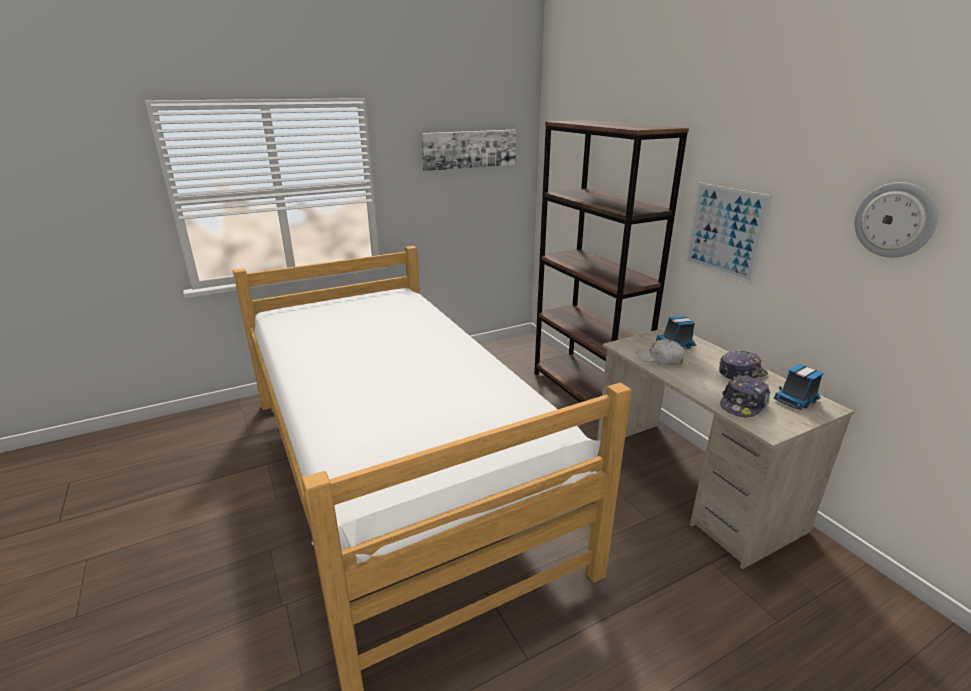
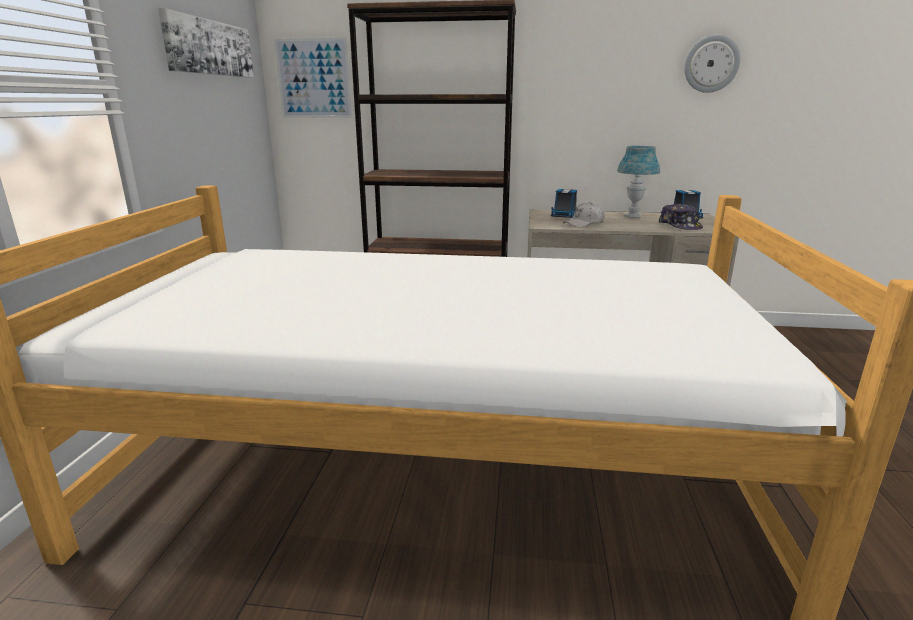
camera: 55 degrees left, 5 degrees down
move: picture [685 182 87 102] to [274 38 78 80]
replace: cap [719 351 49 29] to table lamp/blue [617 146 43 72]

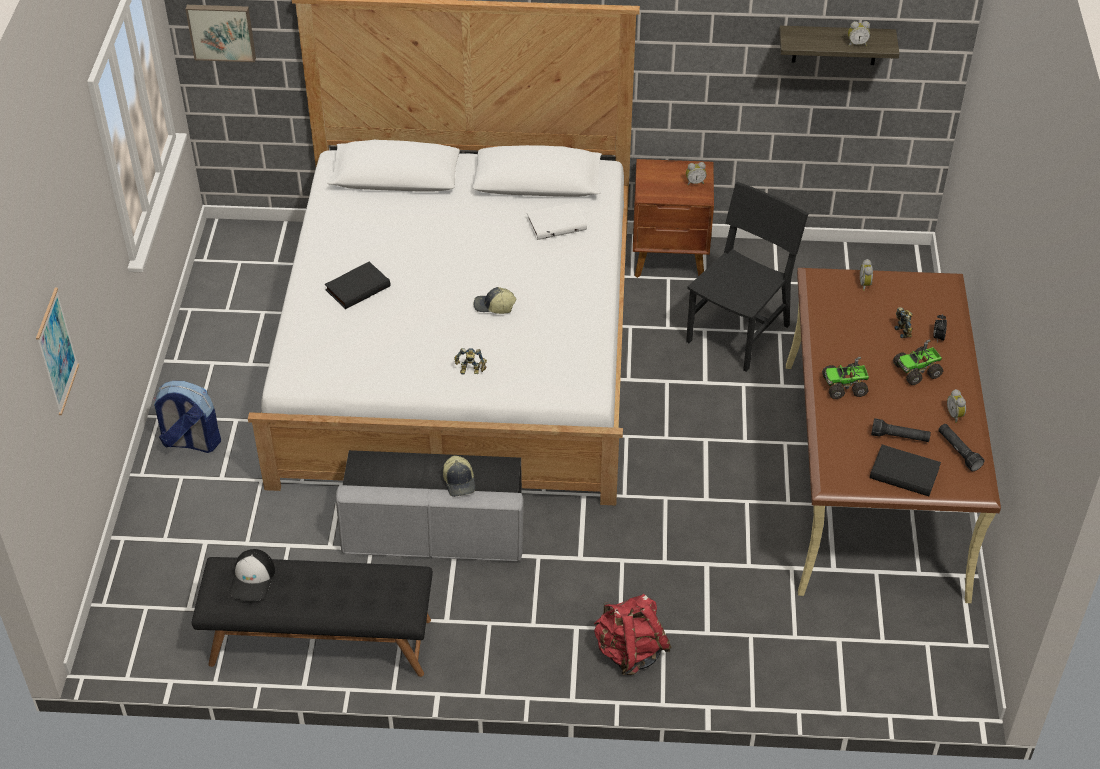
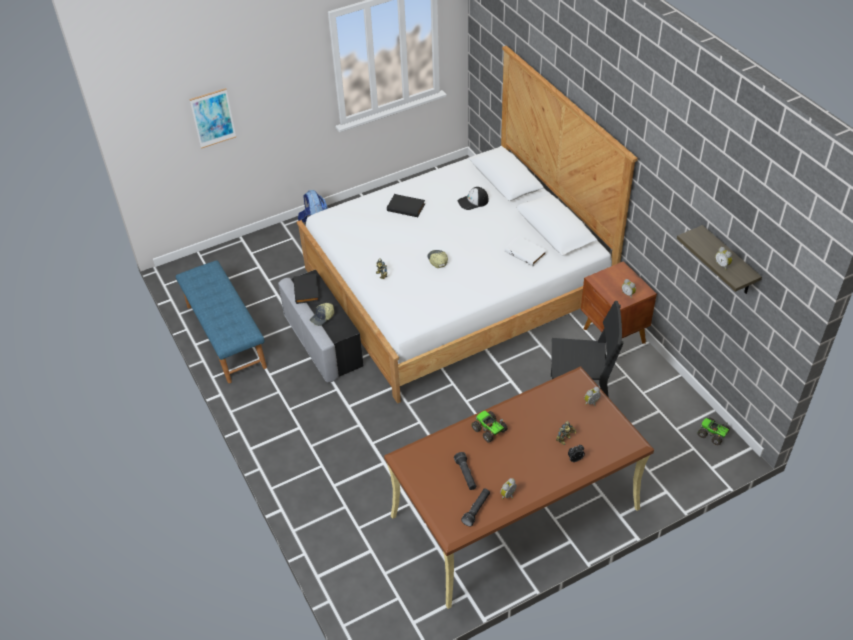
camera: 60 degrees right, 0 degrees up
delete: picture [186 5 70 57]; backpack/red [594 594 77 81]
move: toy truck [893 339 50 46] to [697 417 33 28]; book/black [870 444 71 52] to [293 274 26 30]; cap [229 549 46 52] to [458 187 31 23]
recolor: bench/black [192 557 241 120] to bench/blue [175 260 92 123]

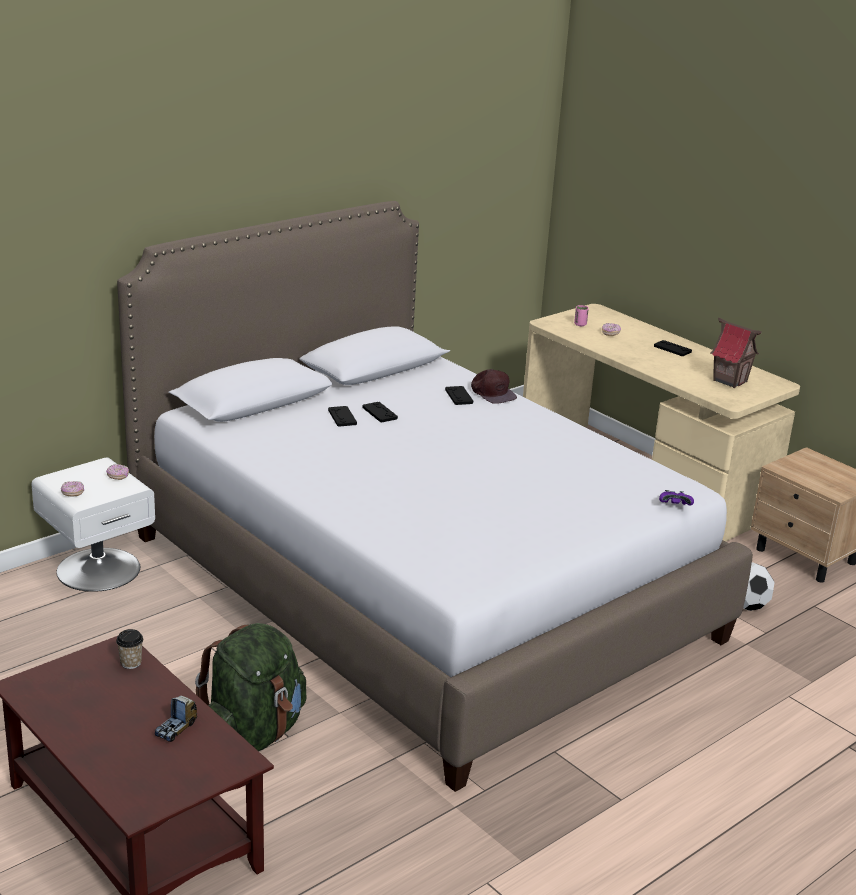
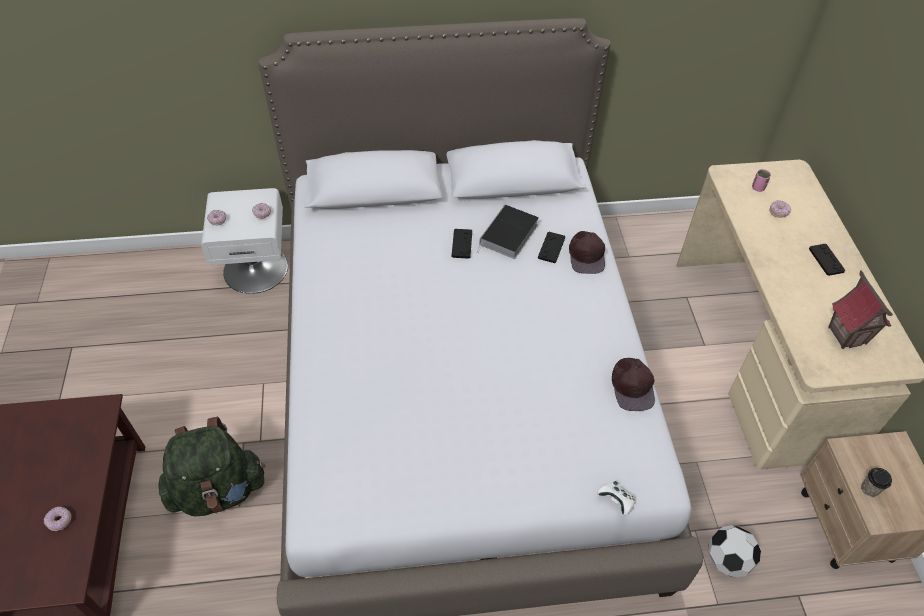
camera: 35 degrees right, 25 degrees up
delete: game controller/black [328 406 29 21]
insert: book [477 204 62 55]; cap/brown [612 358 43 53]
move: cup [116 629 27 40] to [861 468 31 29]
replace: toy truck [155 695 42 47] to donut [44 506 27 25]
recolor: game controller/purple [659 490 35 15] to game controller/white [597 481 38 35]

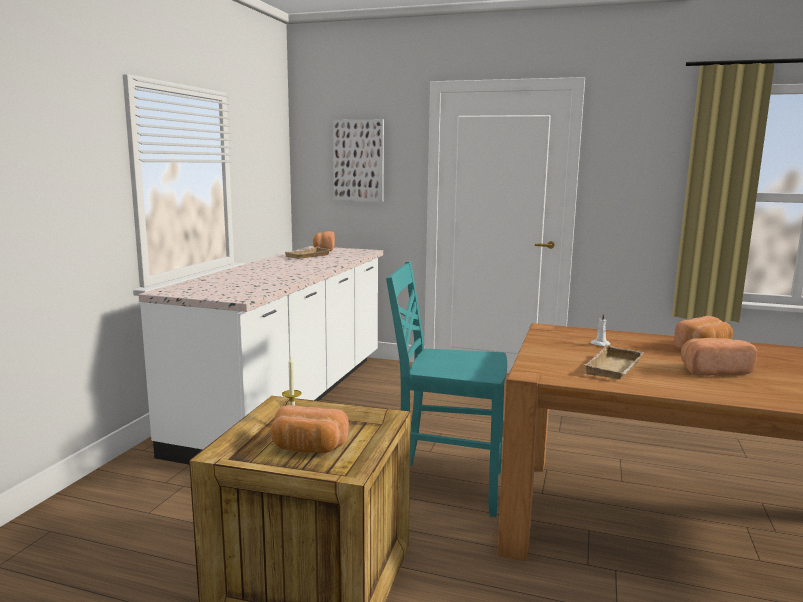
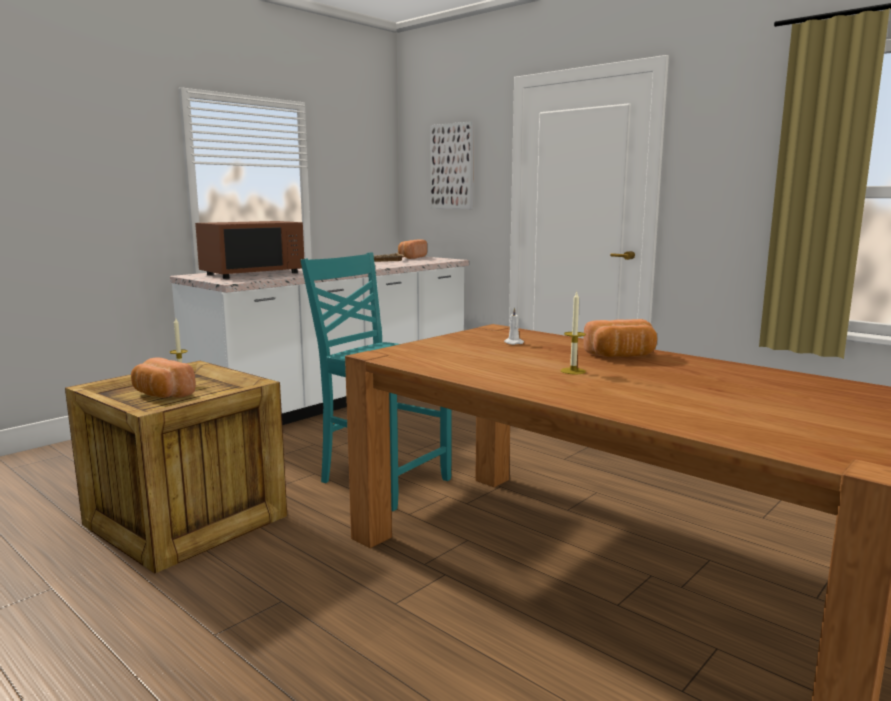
camera: 25 degrees right, 0 degrees up
delete: tray/beige [584 345 60 34]
insert: microwave/brown [195 221 109 58]
replace: bread [681 338 76 38] to candle [561 291 25 84]

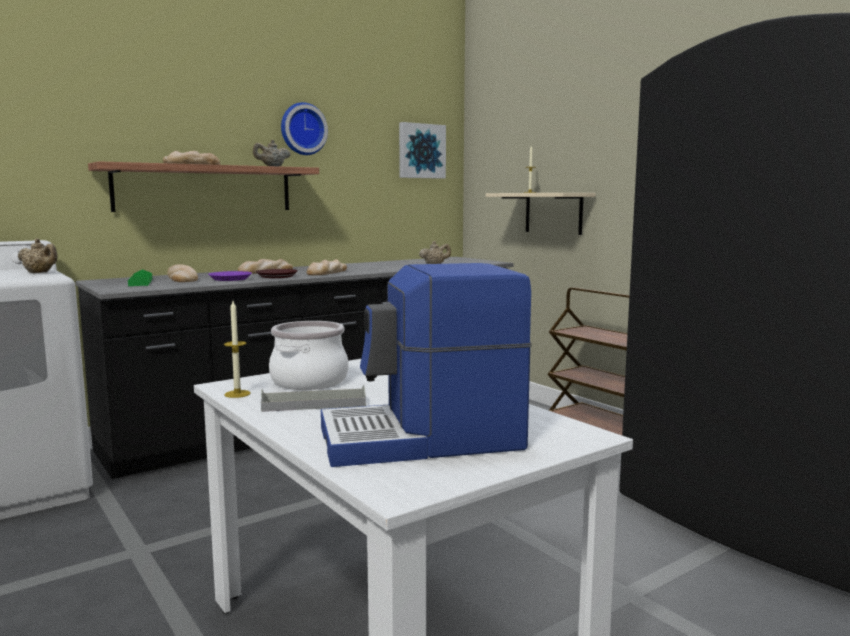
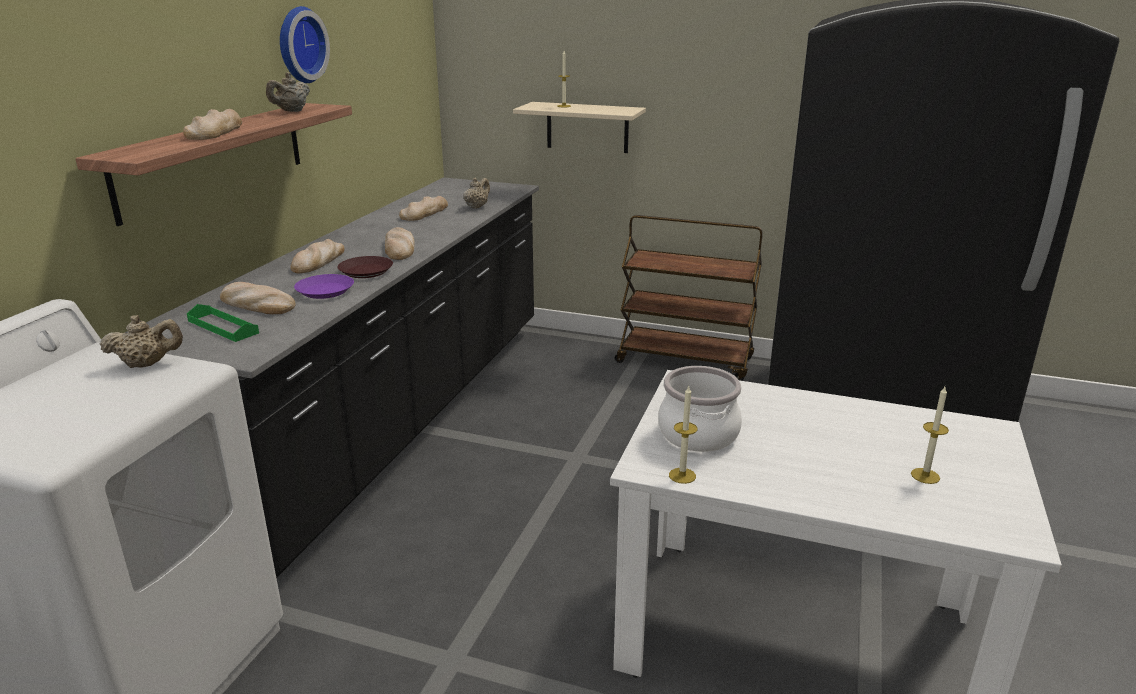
camera: 35 degrees left, 15 degrees up
delete: picture [399 122 47 57]; tray/grey [261 385 105 27]
insert: bread [399 196 49 25]
replace: coffee machine [321 263 211 204] to candle [911 387 38 97]

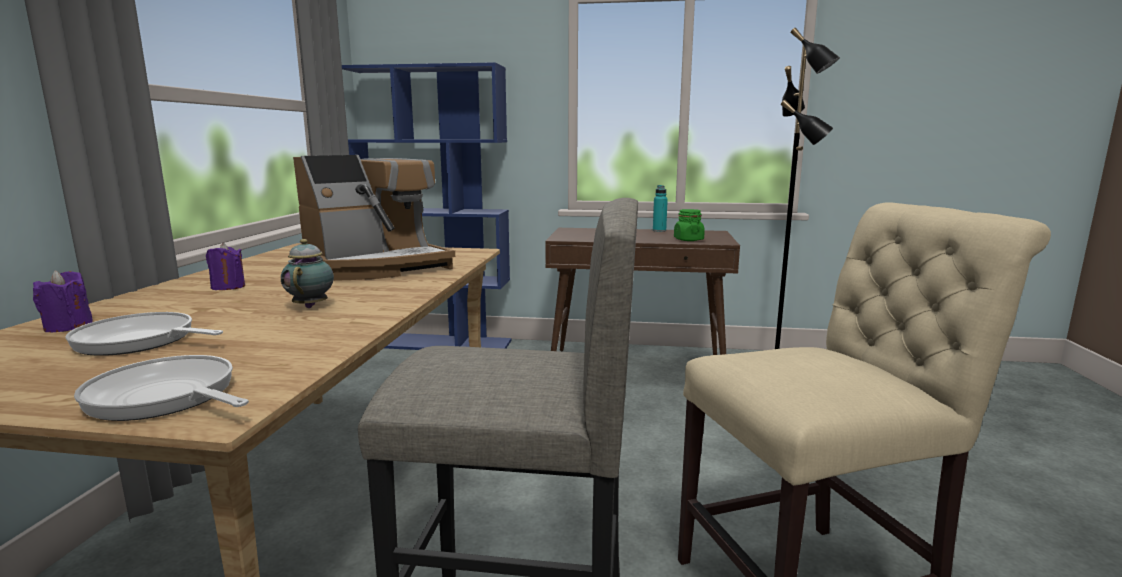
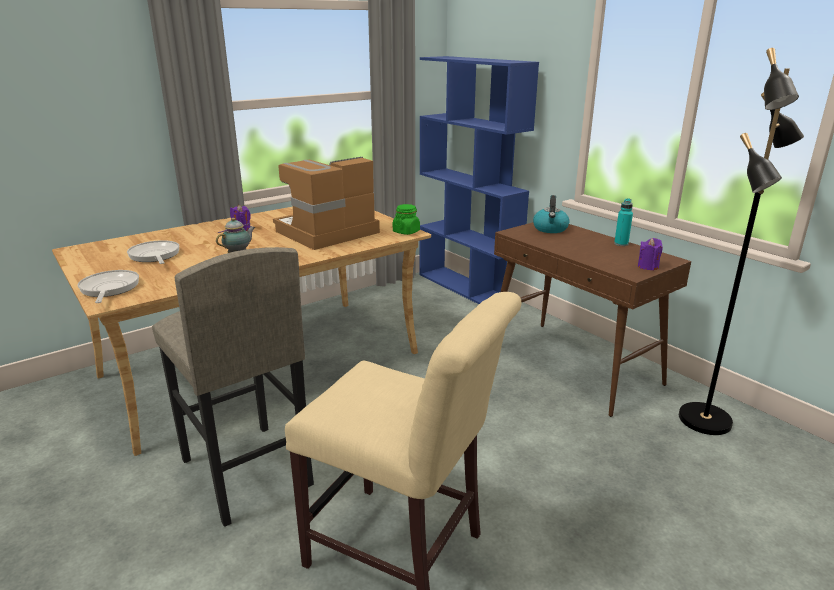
camera: 45 degrees right, 10 degrees up
insert: kettle [533 195 37 38]
move: jar/green [674 209 31 32] to [393 204 27 31]; candle/purple [33 271 60 61] to [638 238 25 32]
rotate: coffee machine [293 155 162 126] = [273 157 107 93] 135 degrees clockwise

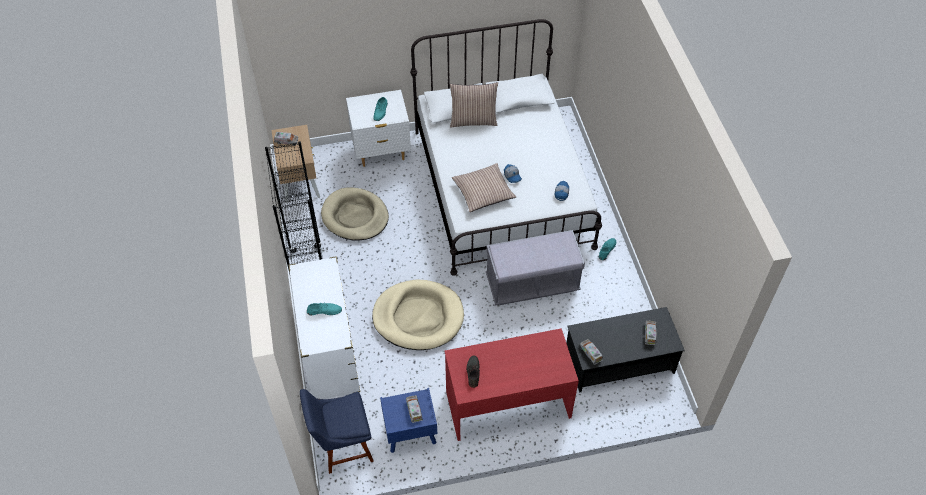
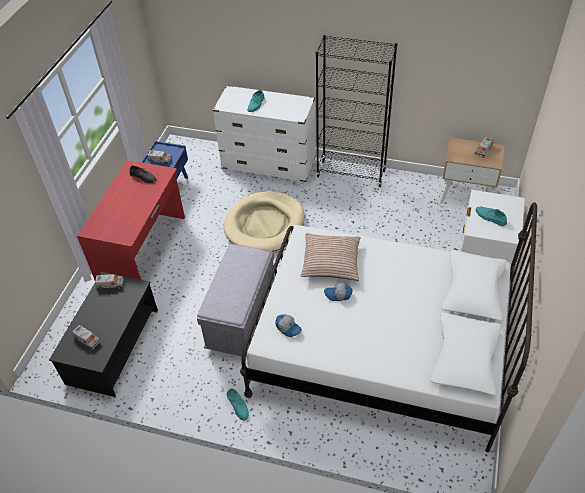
camera: 120 degrees right, 5 degrees down
delete: pillow [450 82 48 45]; dog bed/beige [321 187 68 54]; chair/blue [300 389 74 85]

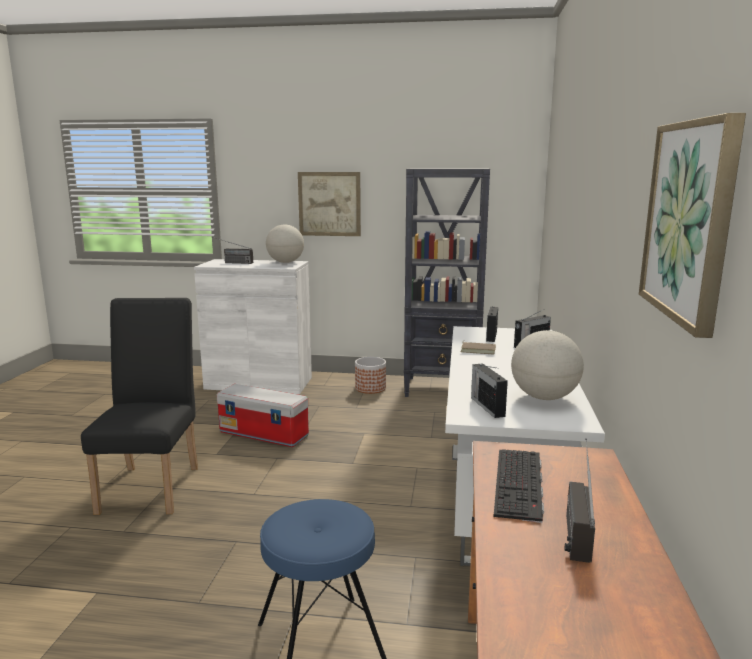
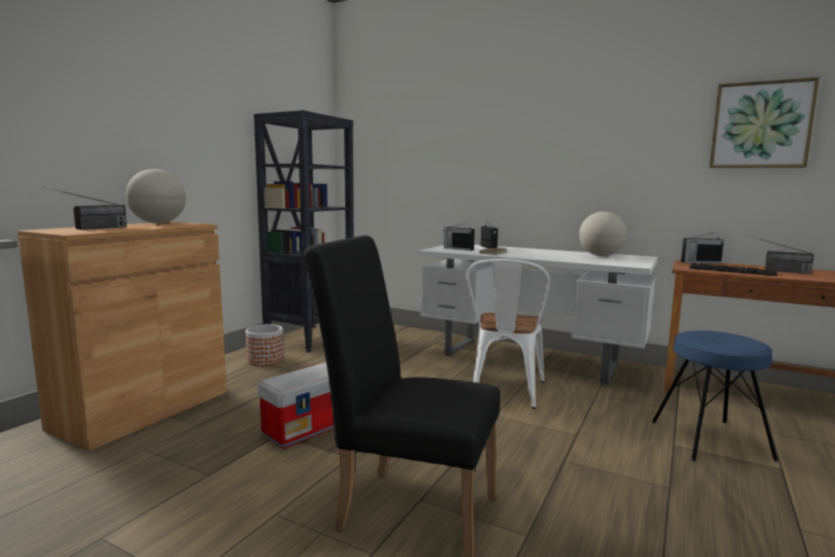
camera: 70 degrees left, 5 degrees down
delete: picture [298 172 63 64]
insert: chair/white [466 259 84 150]
move: radio [471 363 37 55] to [681 232 43 32]
recolor: cabinet/white [194 259 118 136] to cabinet/brown [18 222 209 229]

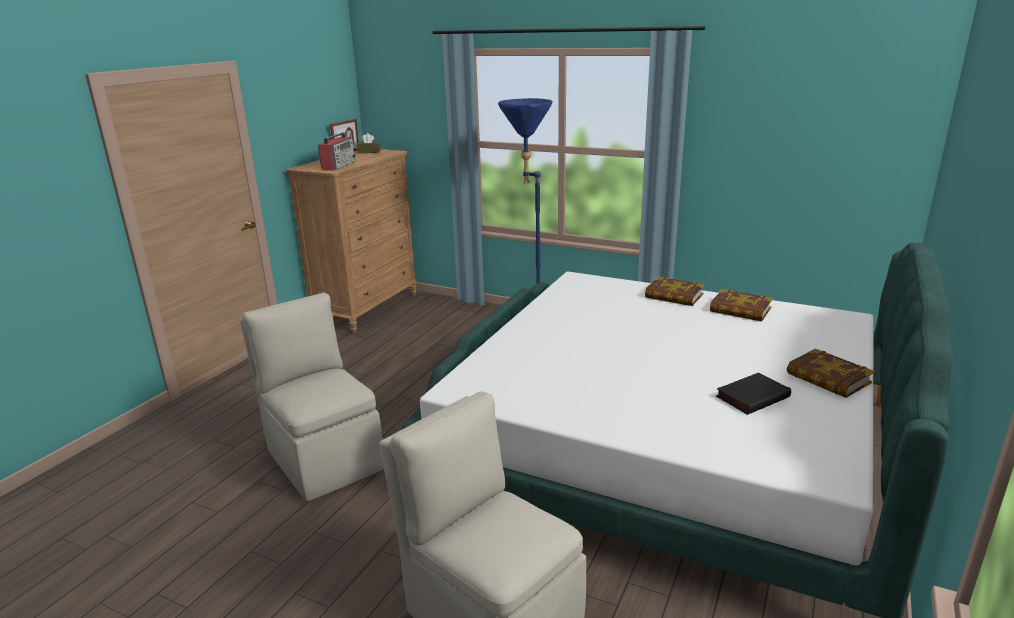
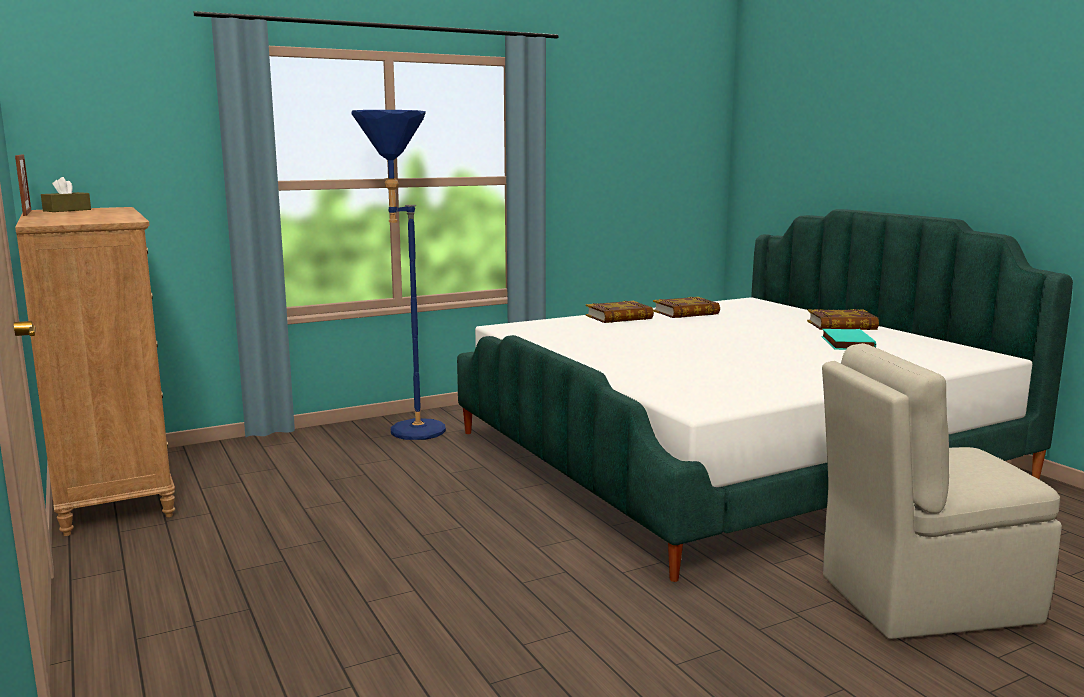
camera: 55 degrees left, 10 degrees down
delete: radio [318 131 38 40]; chair/beige [240 293 144 208]
recolor: book/black [716 373 75 42] to book/turquoise [821 329 55 21]

